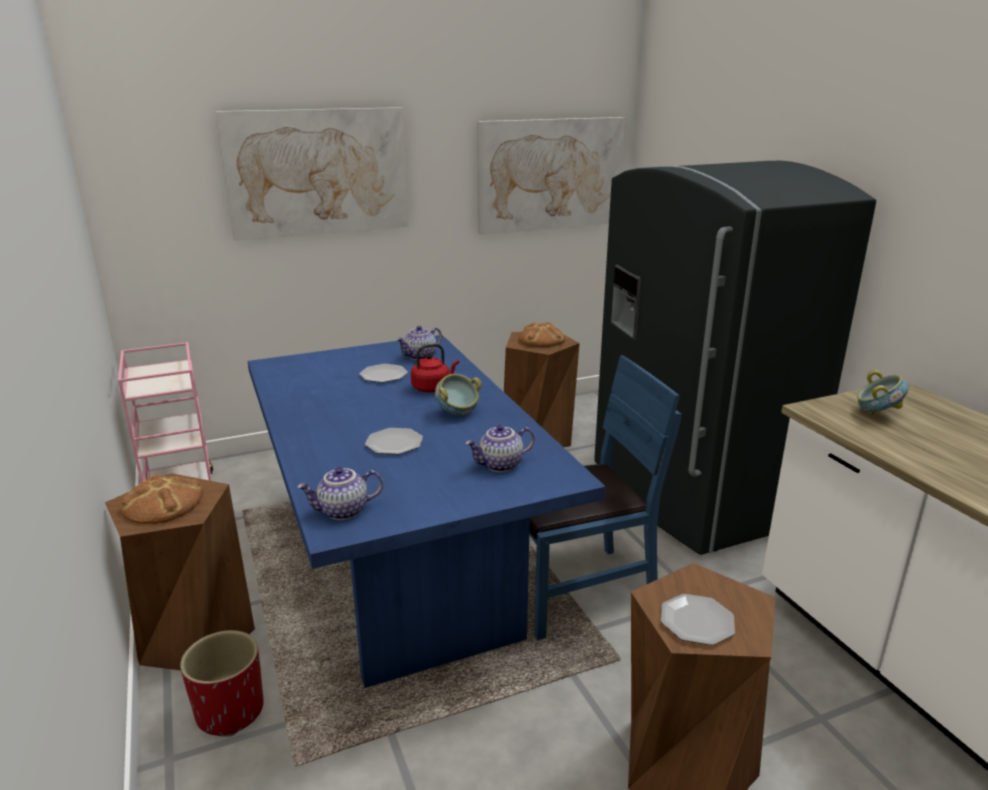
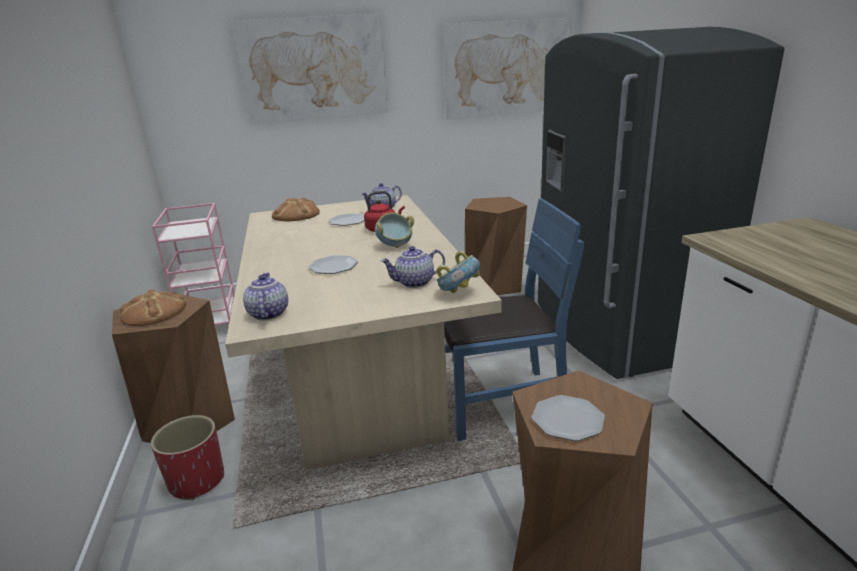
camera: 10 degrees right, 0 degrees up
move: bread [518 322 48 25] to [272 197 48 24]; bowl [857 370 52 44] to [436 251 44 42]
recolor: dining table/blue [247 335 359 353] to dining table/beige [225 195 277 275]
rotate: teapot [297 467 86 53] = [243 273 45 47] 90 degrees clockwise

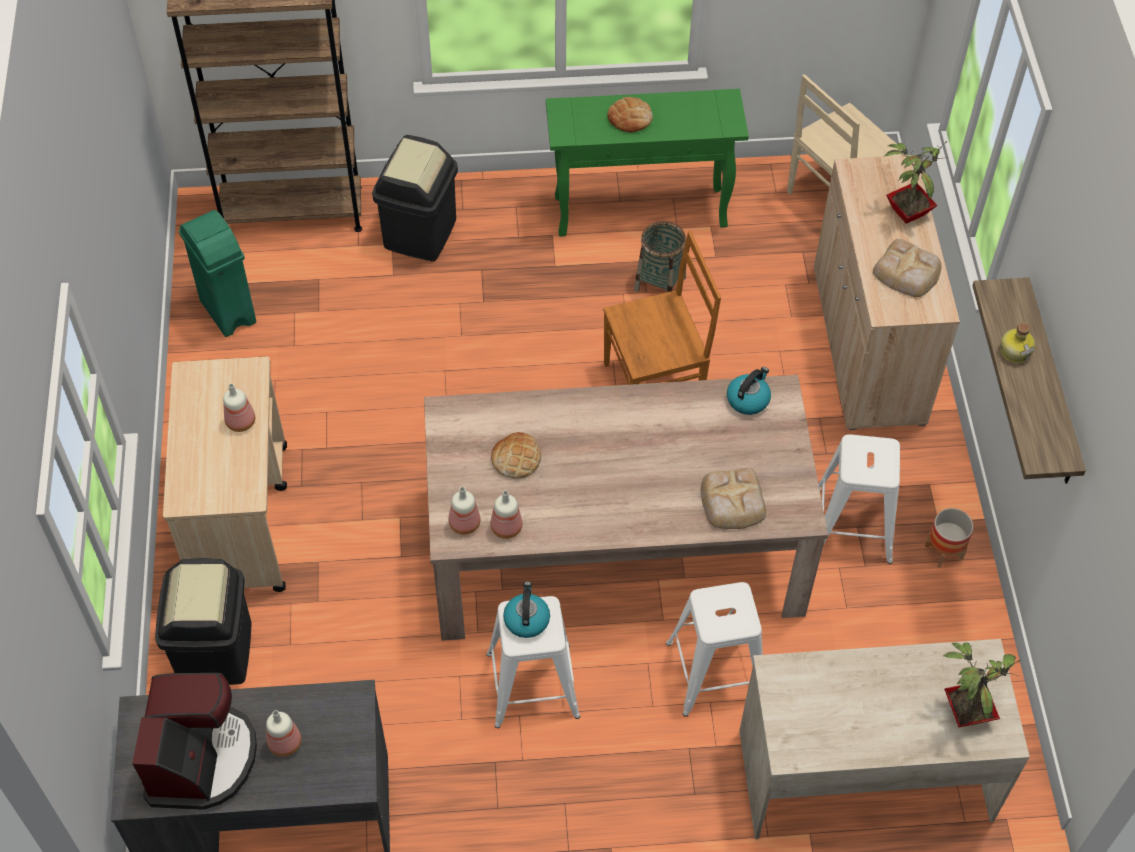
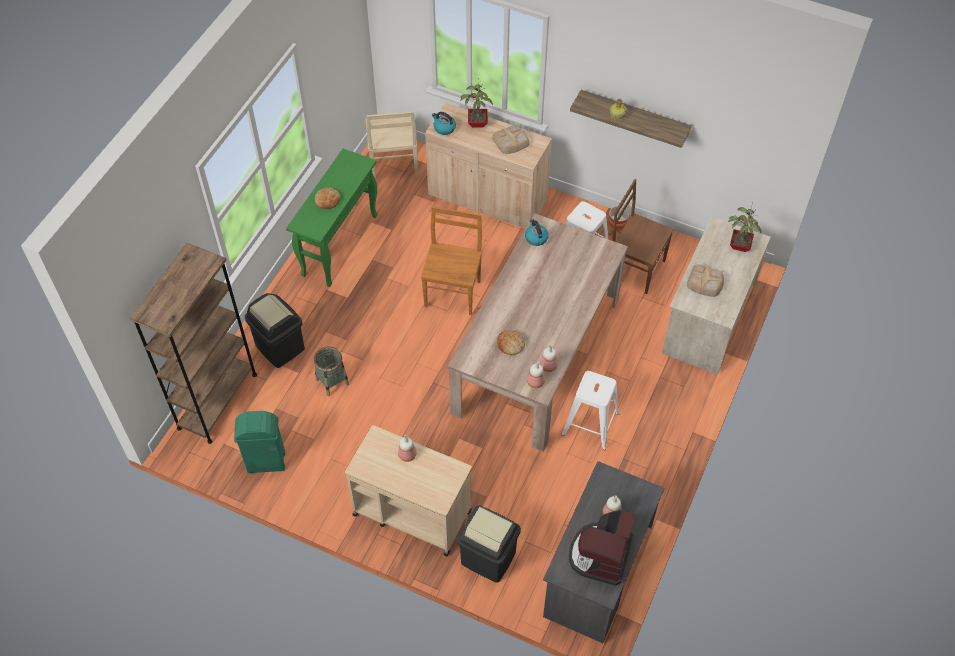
camera: 60 degrees left, 0 degrees up
delete: stool/white [666 582 97 135]
insert: chair/brown [612 179 62 115]
move: basket [634 221 52 71] to [314 347 35 49]; bread [701 468 65 61] to [687 264 37 33]; kettle [503 581 47 57] to [432 112 24 23]
rotate: coffee machine [132 673 125 137] = [569 510 66 76] 105 degrees counterclockwise

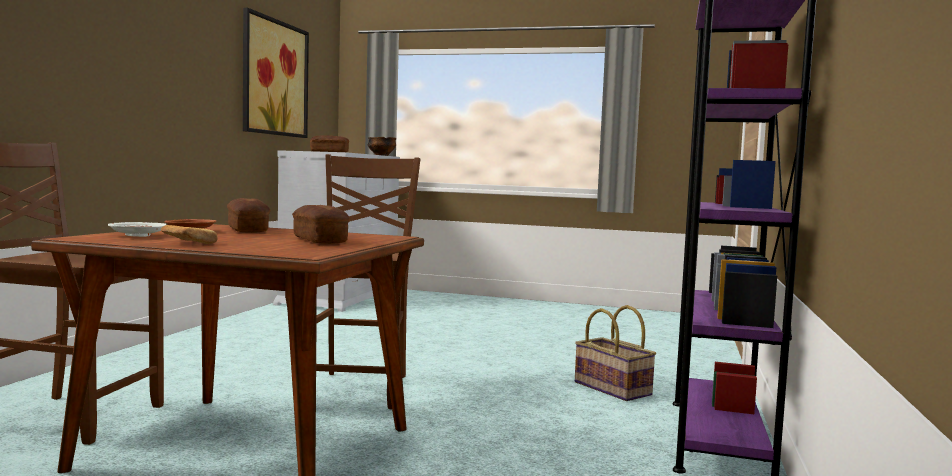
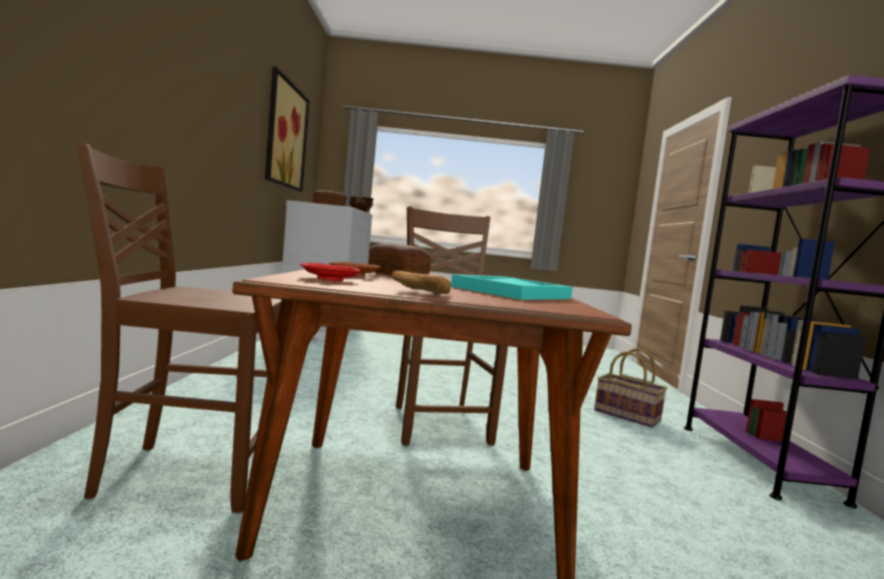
camera: 15 degrees left, 0 degrees up
replace: bread [292 205 58 39] to tray/turquoise [451 274 122 26]
recolor: plate/white [108 222 58 15] to plate/red [300 263 61 18]

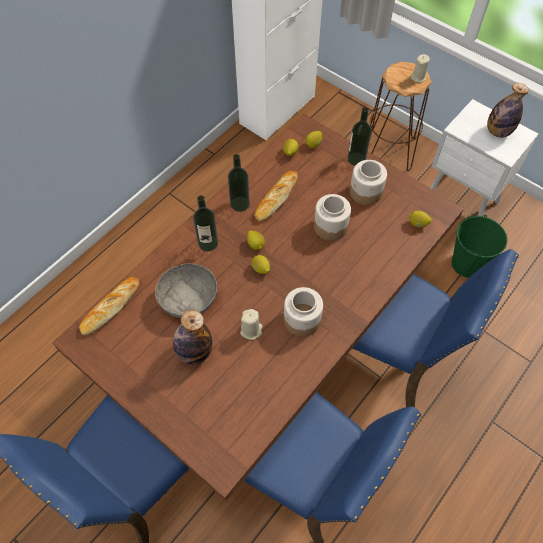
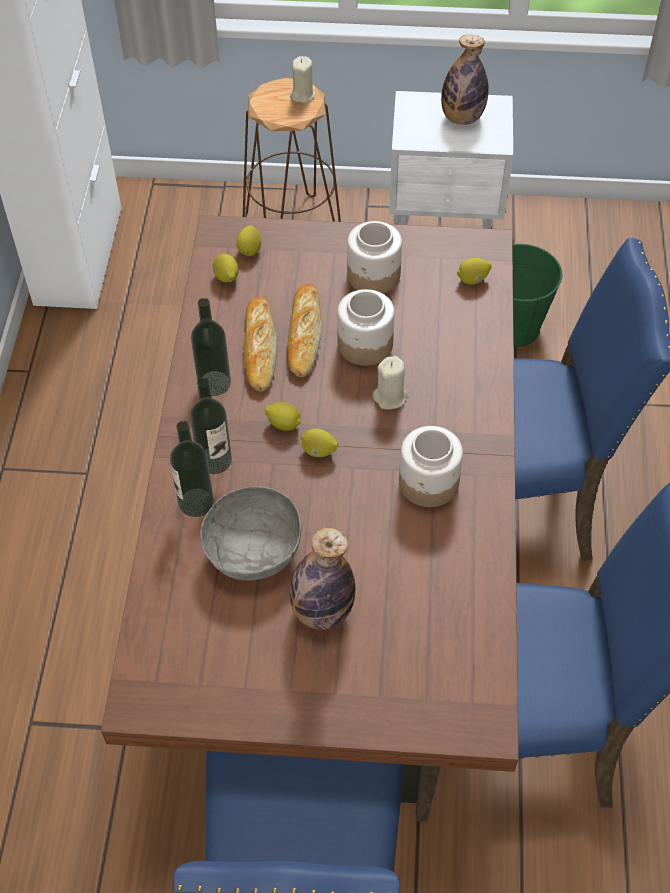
camera: 35 degrees left, 5 degrees down
move: bottle [348 107 23 59] to [170 421 44 96]; bread [79 277 62 59] to [287 283 35 94]; candle/beige [240 309 23 31] to [373 356 34 53]

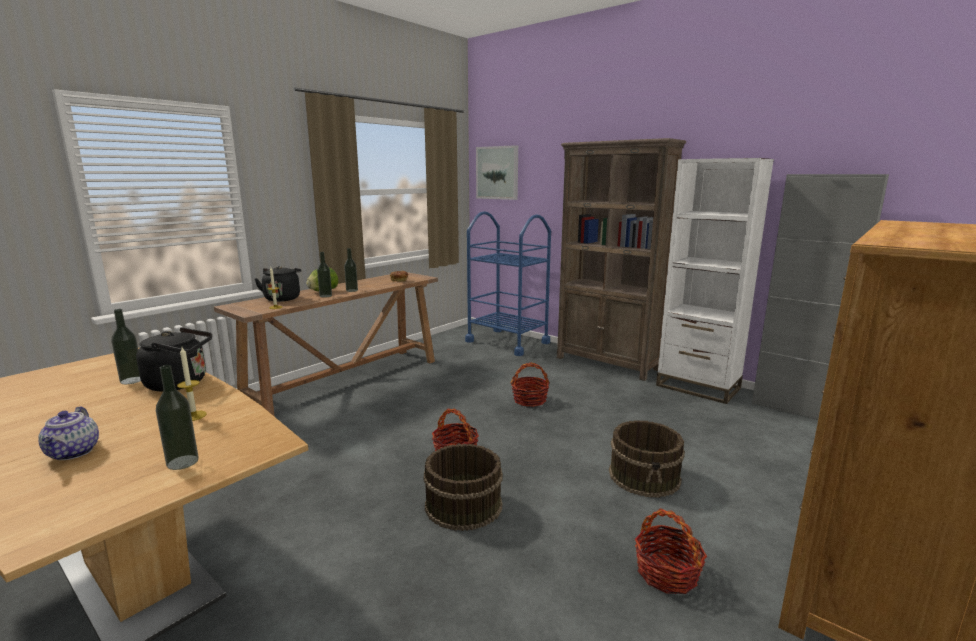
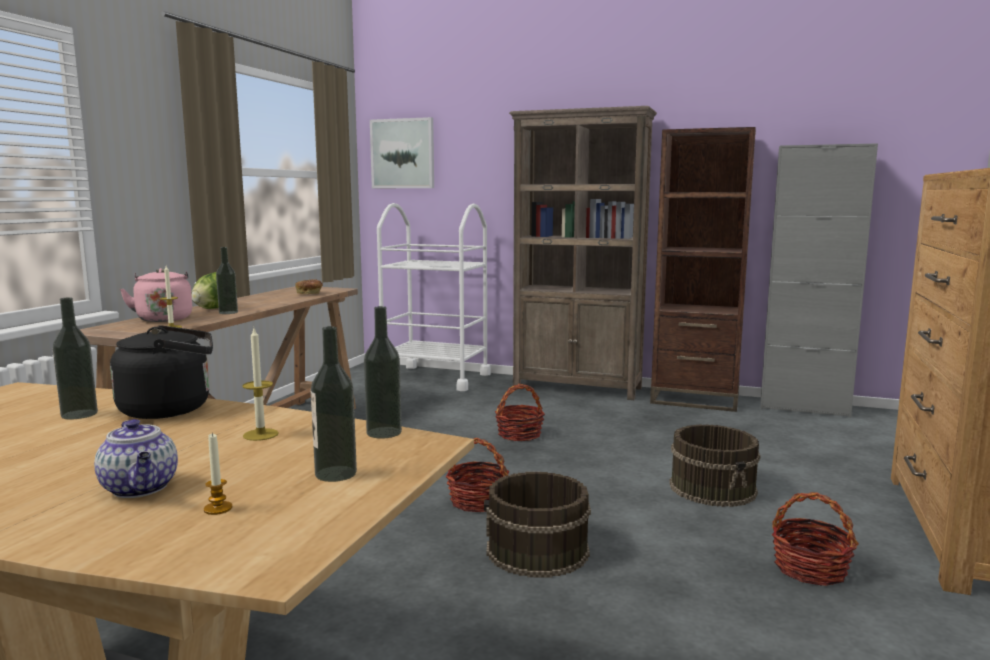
camera: 20 degrees left, 5 degrees down
insert: candle [204 432 28 83]
move: bottle [344 248 14 44] to [364 306 38 133]
recolor: bookcase/white [656 158 118 246] to bookcase/brown [650 127 106 285]; cart/blue [465 211 86 145] to cart/white [377 203 114 188]; kettle/black [254 266 47 36] to kettle/pink [120 268 72 54]

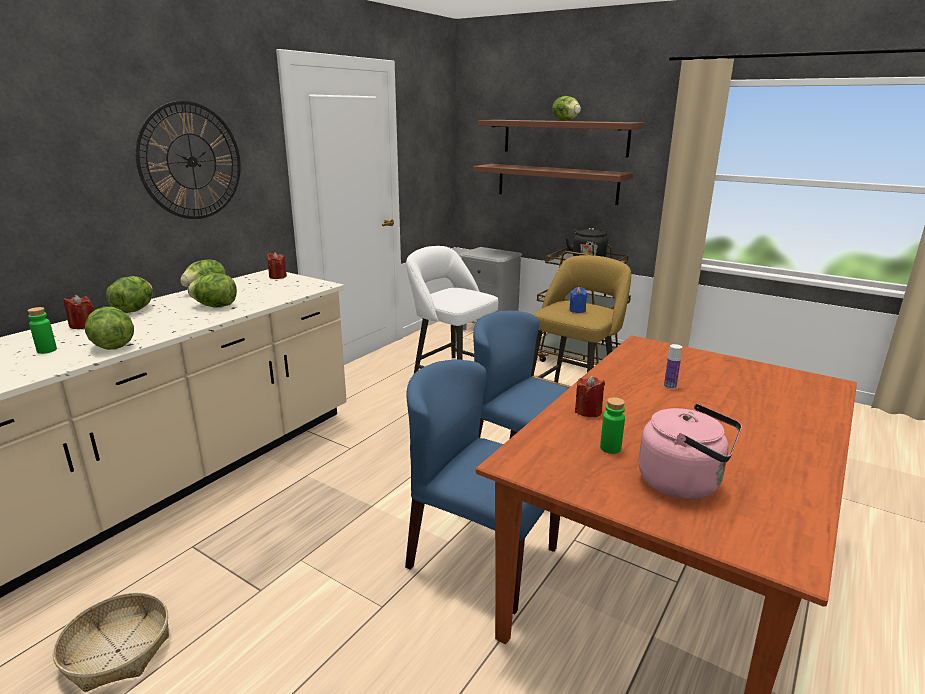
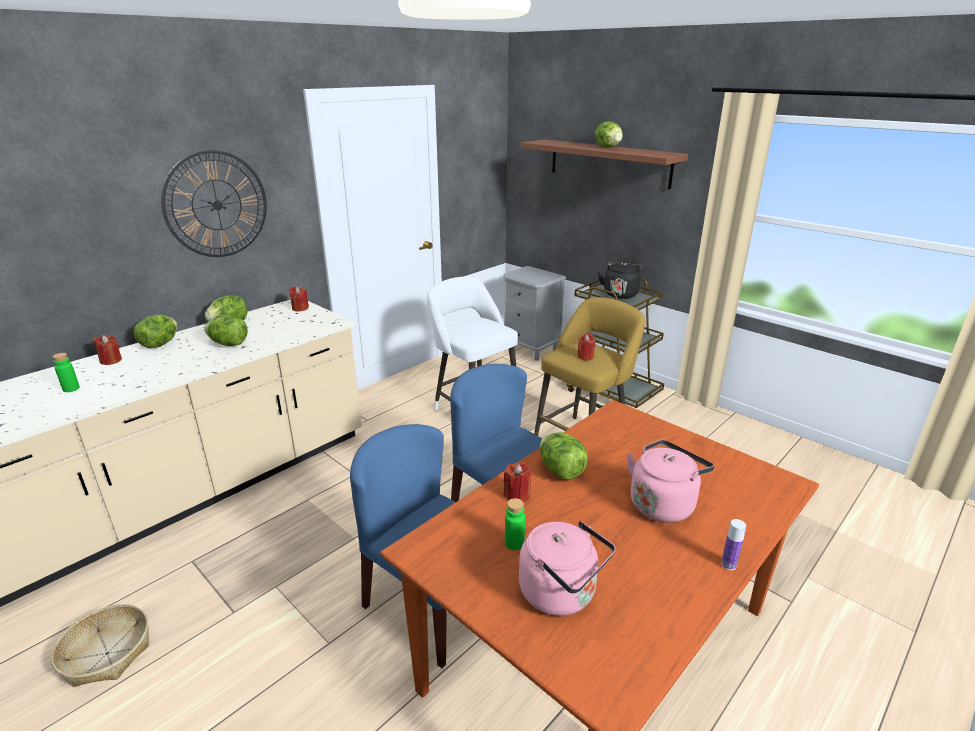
camera: 10 degrees right, 5 degrees up
delete: shelf/brown [473 164 160 41]
insert: kettle/pink [627 439 87 84]
move: lettuce [85 307 49 43] to [540 432 48 48]; bottle [664 344 18 45] to [721 519 25 51]
recolor: candle/blue [569 287 18 26] to candle/red [578 333 18 27]

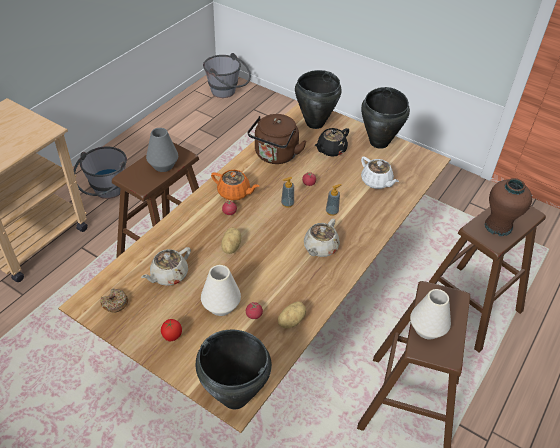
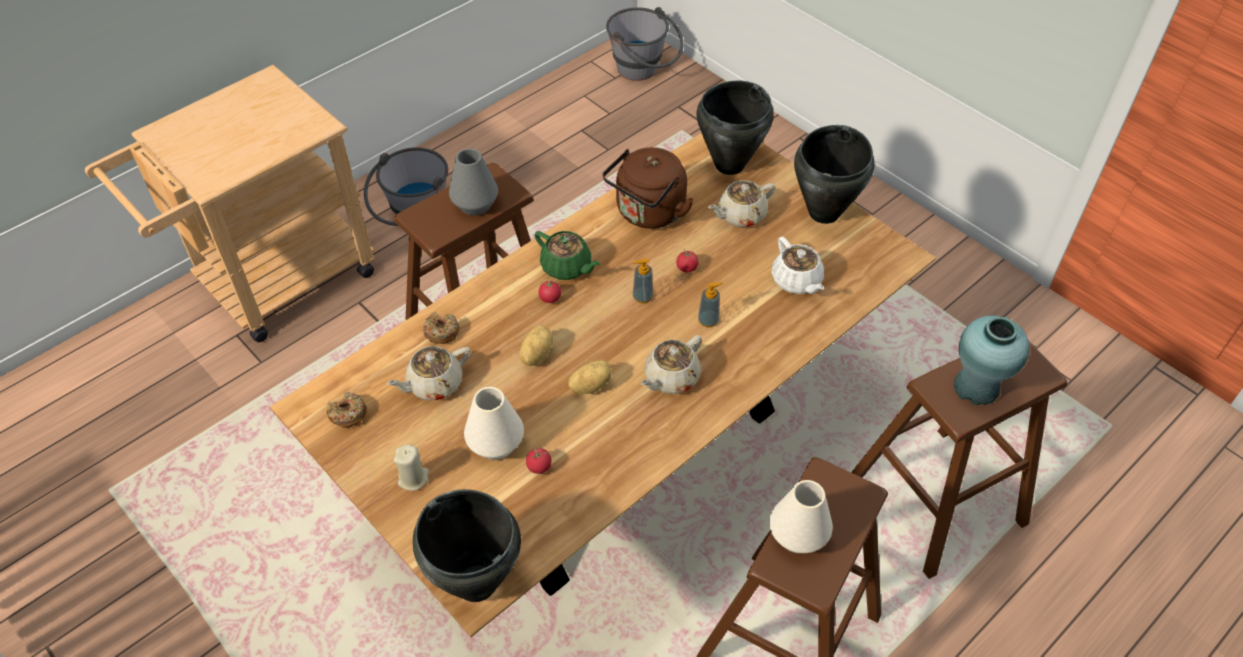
camera: 15 degrees right, 5 degrees up
insert: donut [422 312 37 32]
move: potato [278 301 28 27] to [568 360 44 34]
replace: tomato [161 319 21 22] to candle/beige [394 444 35 47]
recolor: teapot/black [315 128 34 29] to teapot/beige [708 180 68 47]; teapot/orange [211 170 48 31] to teapot/green [534 231 66 49]; vase/brown [485 178 47 58] to vase/turquoise [954 316 75 89]

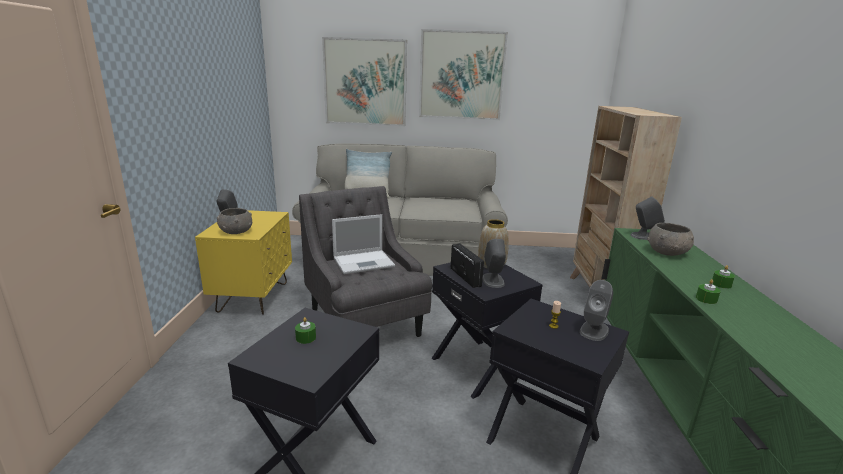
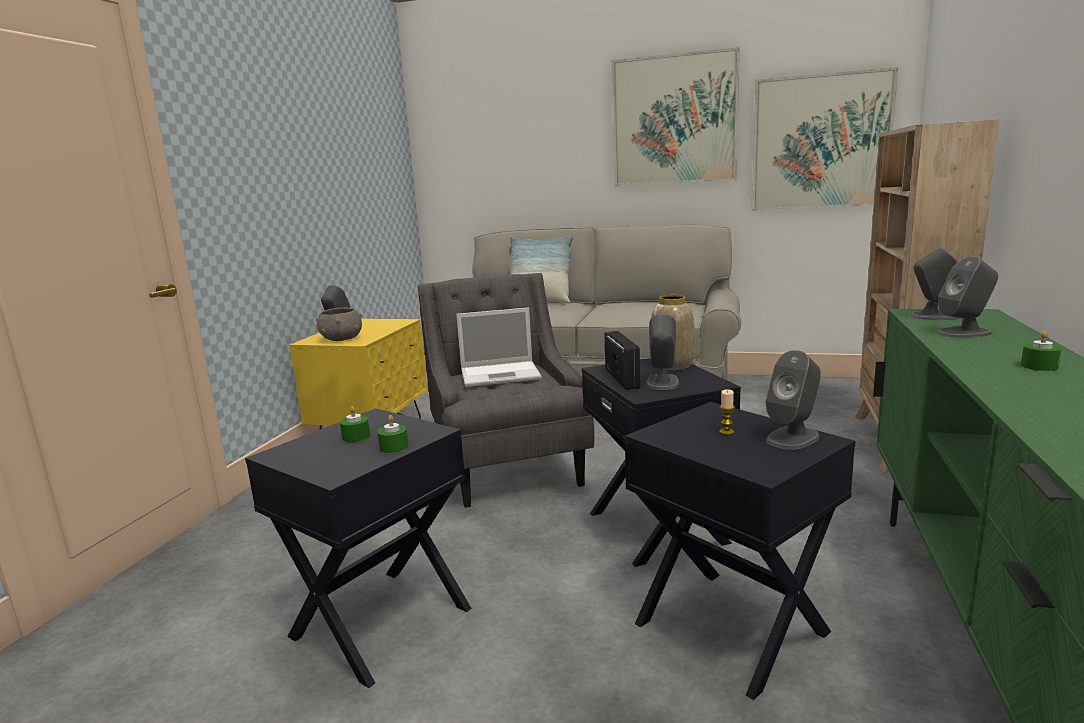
camera: 15 degrees right, 5 degrees down
move: picture [322 37 85 89] to [751 67 147 144]; candle/green [696 279 25 25] to [377 415 32 38]
replace: bowl/grey [647 223 47 33] to speaker/grey [936 256 62 82]

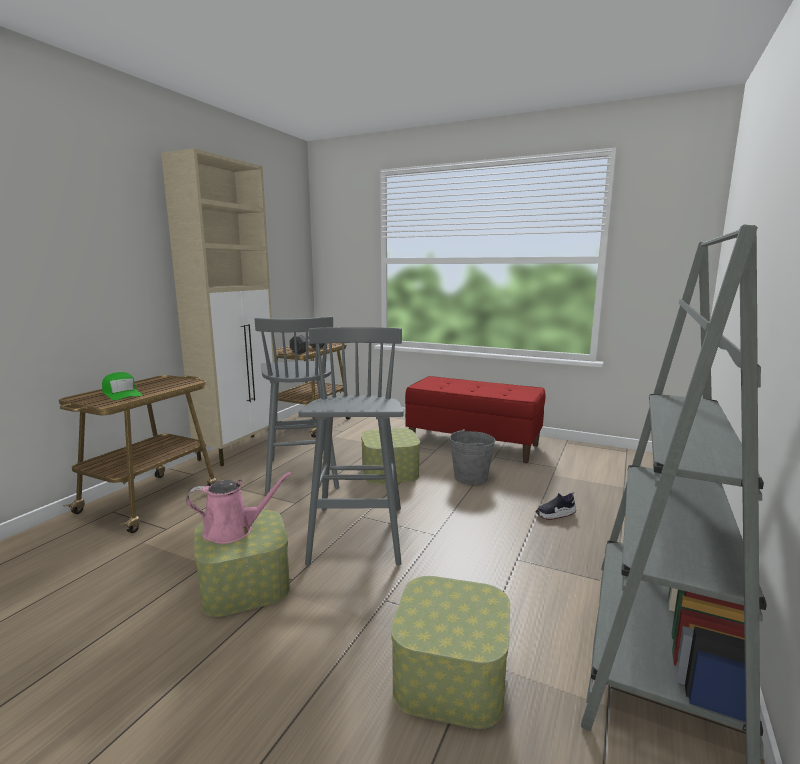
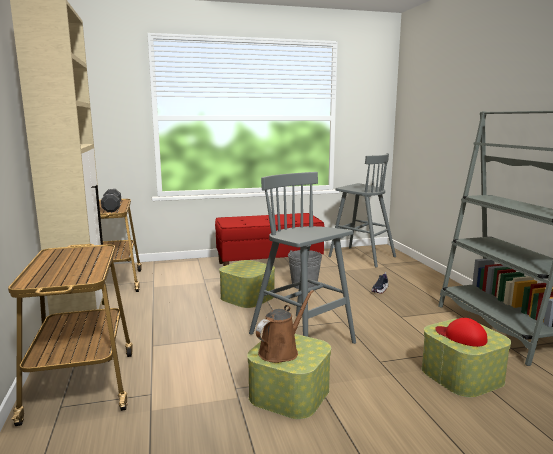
camera: 40 degrees left, 0 degrees up
delete: cap/green [102 372 40 28]
insert: cap/red [435 318 52 29]
move: stool/grey [255 316 84 179] to [328 153 68 114]
recolor: watering can/pink [186 471 106 73] to watering can/brown [256 290 58 73]

